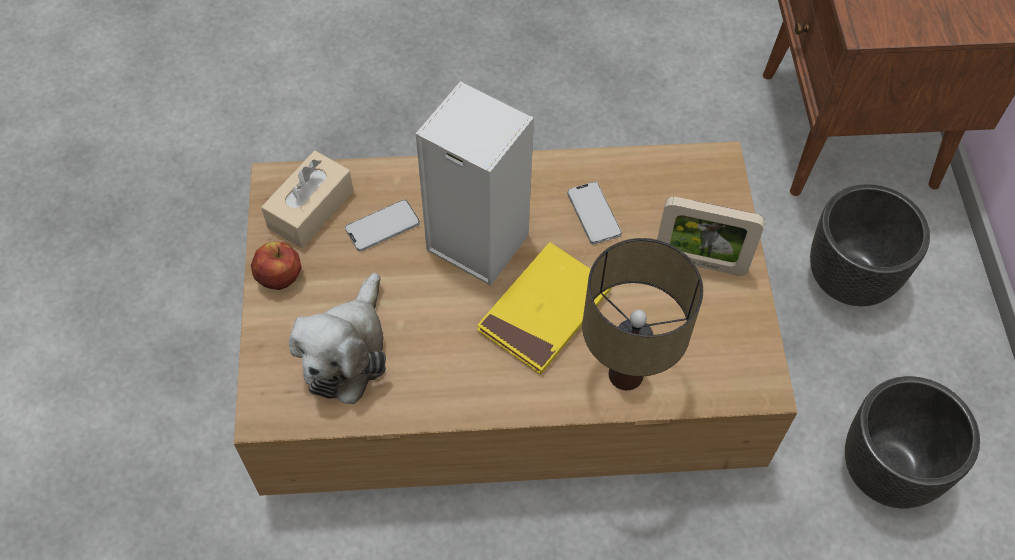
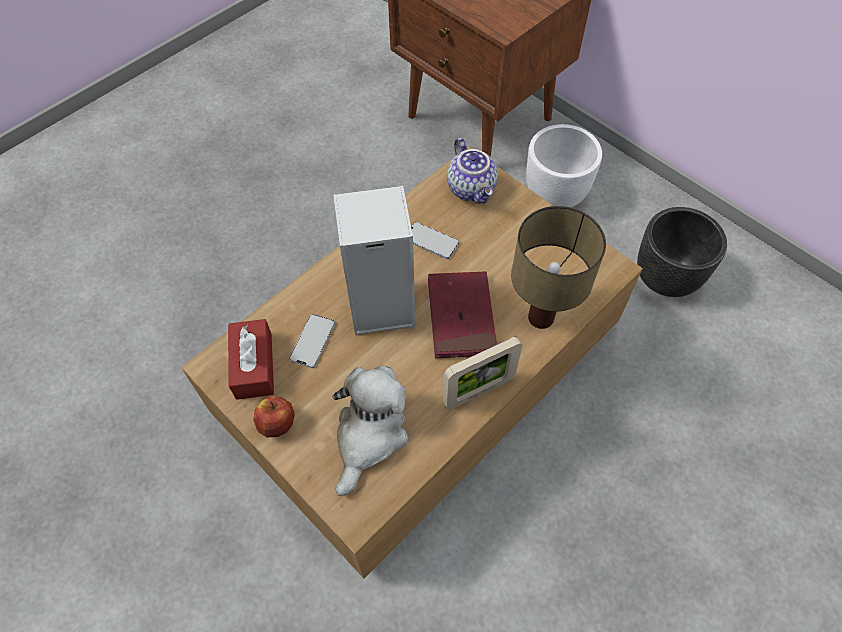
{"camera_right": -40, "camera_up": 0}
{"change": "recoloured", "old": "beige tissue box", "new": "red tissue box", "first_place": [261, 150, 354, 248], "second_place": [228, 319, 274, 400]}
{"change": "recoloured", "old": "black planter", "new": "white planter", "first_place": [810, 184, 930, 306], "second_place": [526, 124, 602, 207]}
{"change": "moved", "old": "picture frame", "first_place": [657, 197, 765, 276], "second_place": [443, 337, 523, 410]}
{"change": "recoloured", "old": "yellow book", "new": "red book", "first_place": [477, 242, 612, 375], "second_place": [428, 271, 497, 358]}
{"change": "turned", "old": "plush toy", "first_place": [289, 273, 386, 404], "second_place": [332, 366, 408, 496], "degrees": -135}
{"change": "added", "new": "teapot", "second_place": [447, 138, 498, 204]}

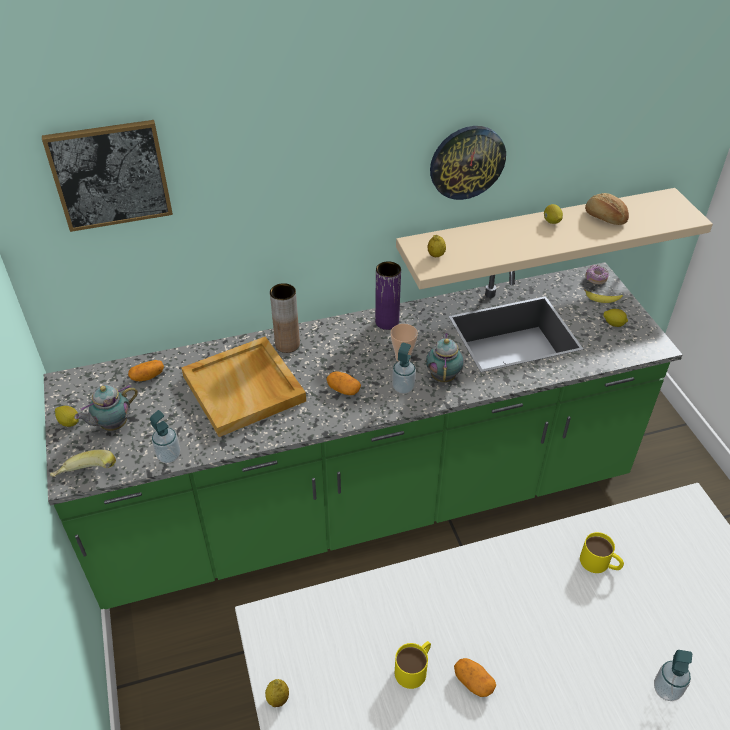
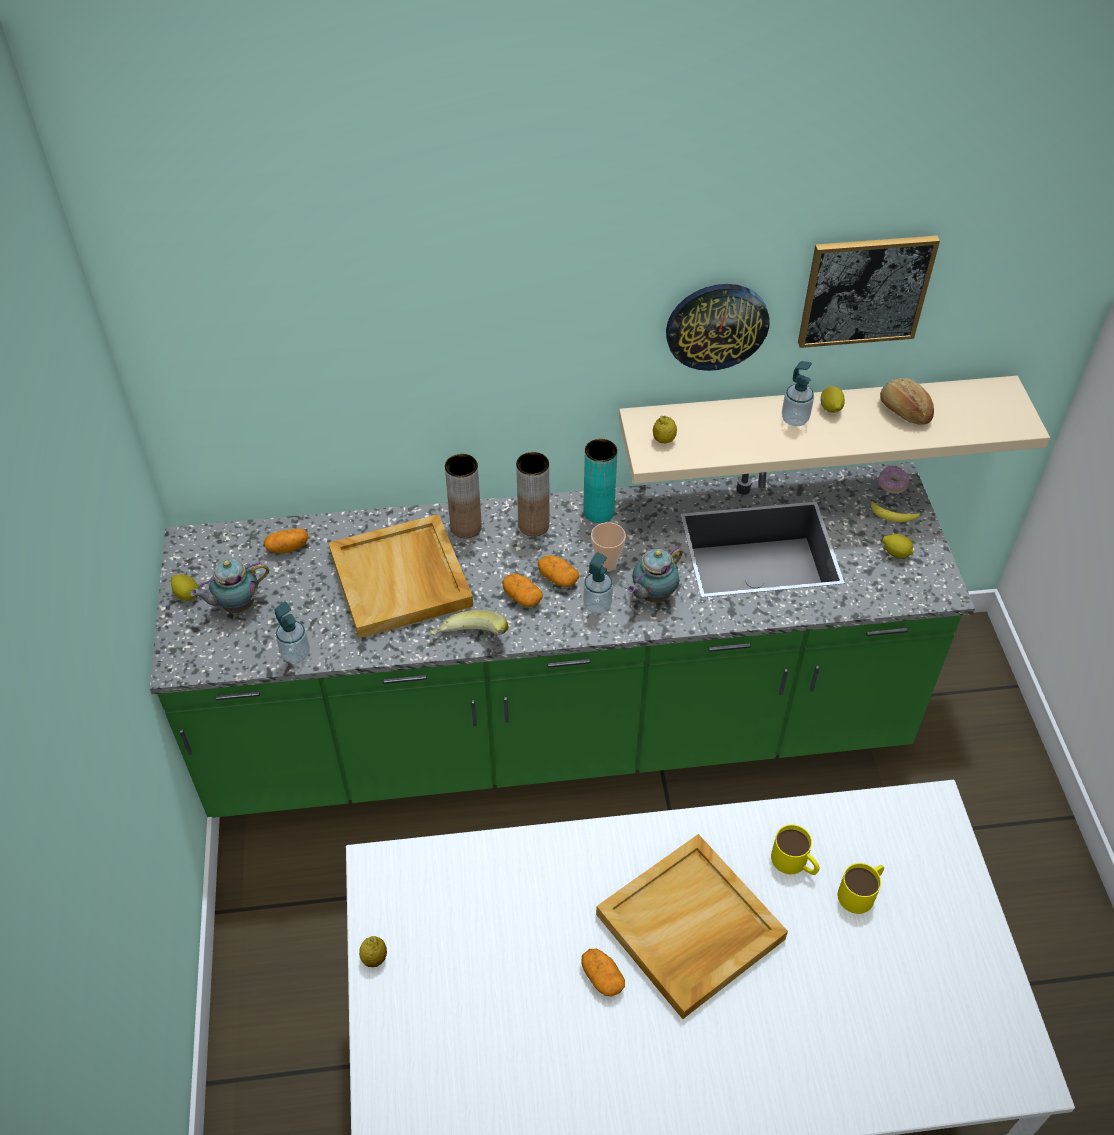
{"camera_right": 10, "camera_up": 5}
{"change": "moved", "old": "picture", "first_place": [42, 120, 173, 232], "second_place": [798, 235, 940, 348]}
{"change": "recoloured", "old": "purple vase", "new": "turquoise vase", "first_place": [375, 261, 401, 330], "second_place": [583, 439, 617, 523]}
{"change": "turned", "old": "teapot", "first_place": [426, 333, 464, 382], "second_place": [627, 545, 683, 603], "degrees": -150}
{"change": "moved", "old": "banana", "first_place": [50, 450, 116, 477], "second_place": [430, 610, 508, 635]}
{"change": "moved", "old": "yellow mug", "first_place": [395, 641, 431, 689], "second_place": [838, 863, 884, 914]}
{"change": "moved", "old": "soap dispenser", "first_place": [654, 650, 692, 701], "second_place": [782, 361, 814, 426]}
{"change": "added", "new": "brown vase", "second_place": [516, 452, 550, 536]}
{"change": "added", "new": "potato", "second_place": [538, 555, 579, 587]}
{"change": "added", "new": "beige tray", "second_place": [596, 834, 788, 1019]}

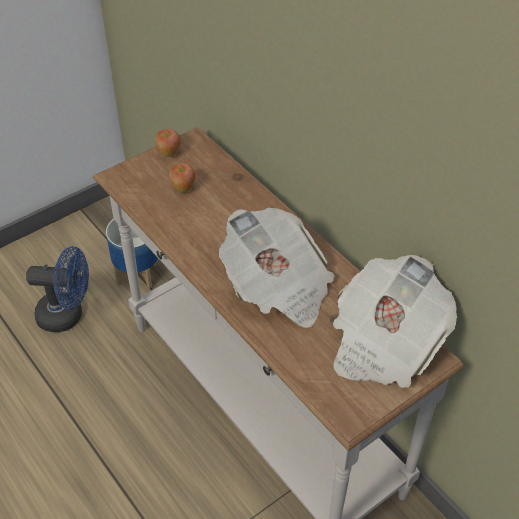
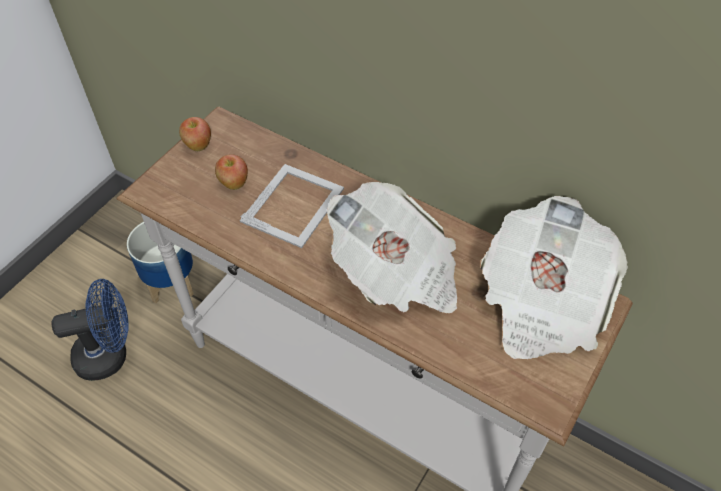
{"camera_right": -20, "camera_up": 5}
{"change": "added", "new": "picture frame", "second_place": [240, 164, 344, 248]}

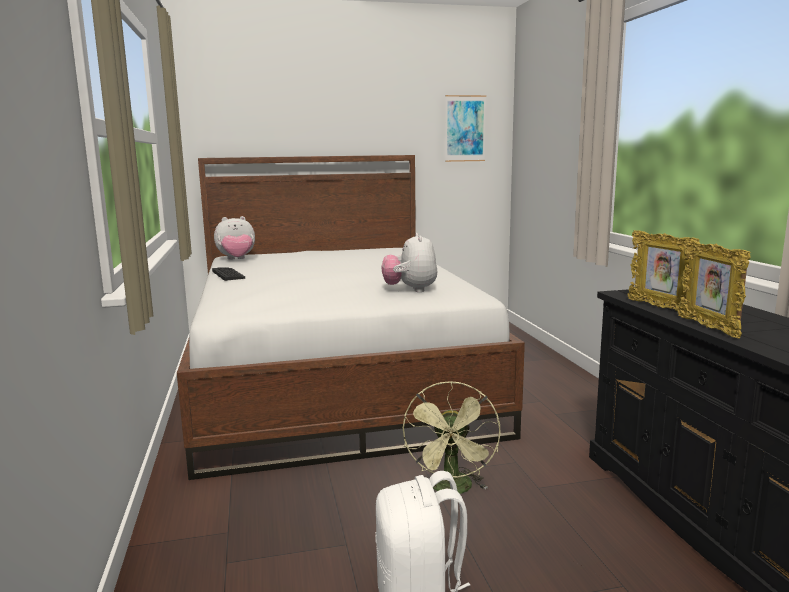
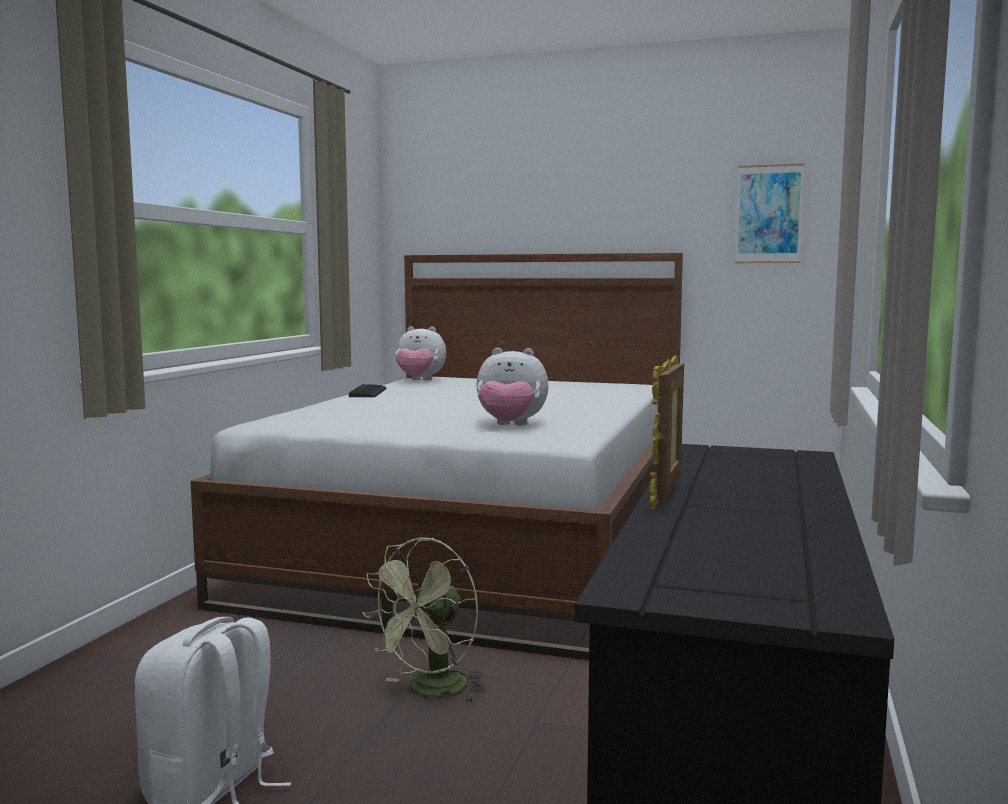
{"camera_right": 30, "camera_up": -5}
{"change": "removed", "old": "picture frame", "first_place": [628, 230, 700, 312]}
{"change": "turned", "old": "plush toy", "first_place": [382, 233, 437, 292], "second_place": [477, 348, 548, 426], "degrees": -105}

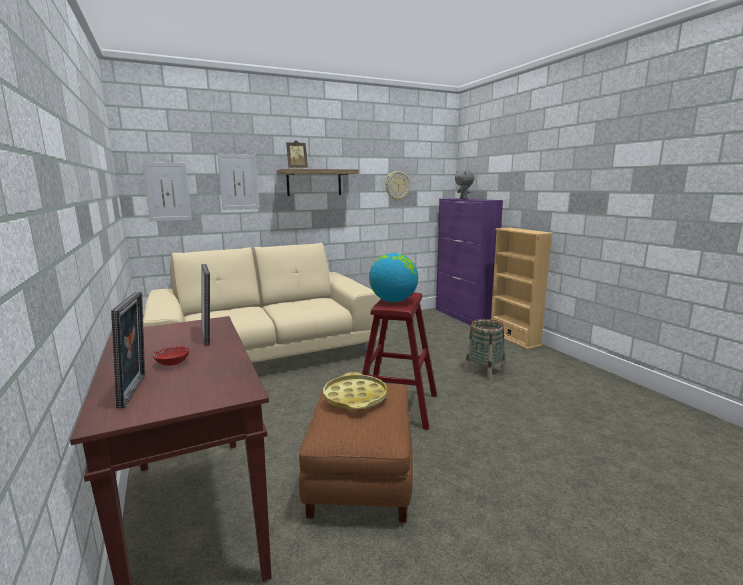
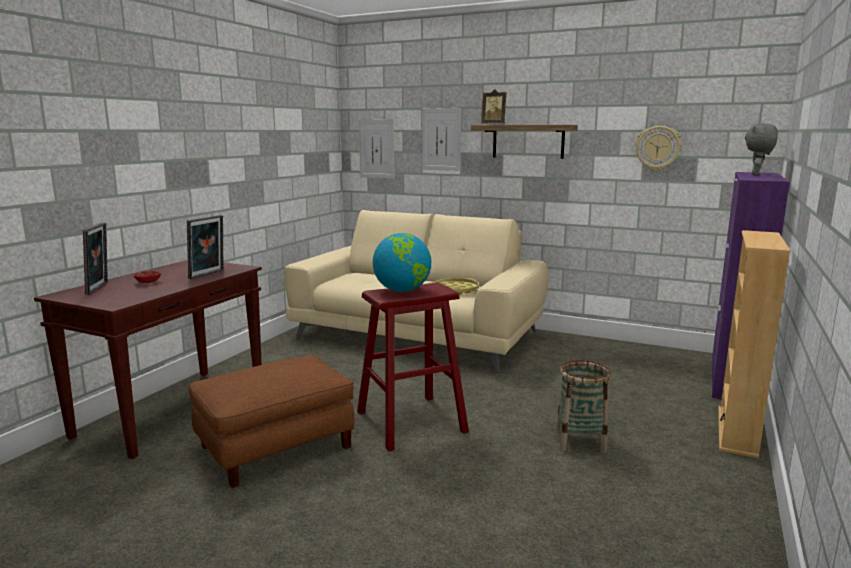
{"camera_right": 50, "camera_up": 0}
{"change": "turned", "old": "picture frame", "first_place": [111, 292, 145, 409], "second_place": [83, 223, 108, 295], "degrees": -45}
{"change": "moved", "old": "yellow tray", "first_place": [323, 372, 387, 410], "second_place": [434, 278, 479, 295]}

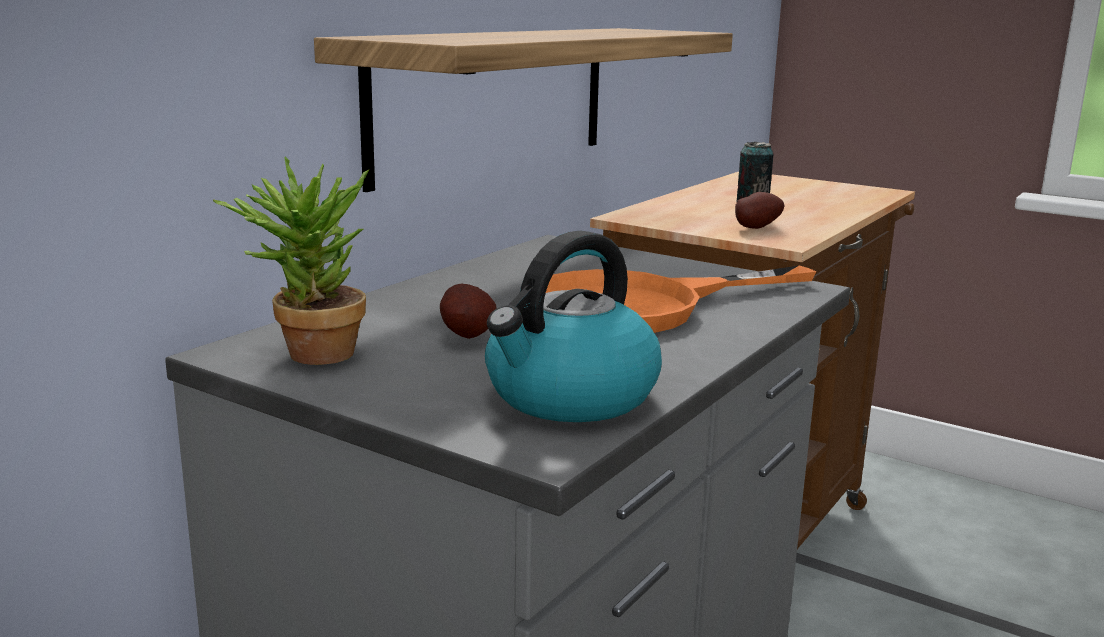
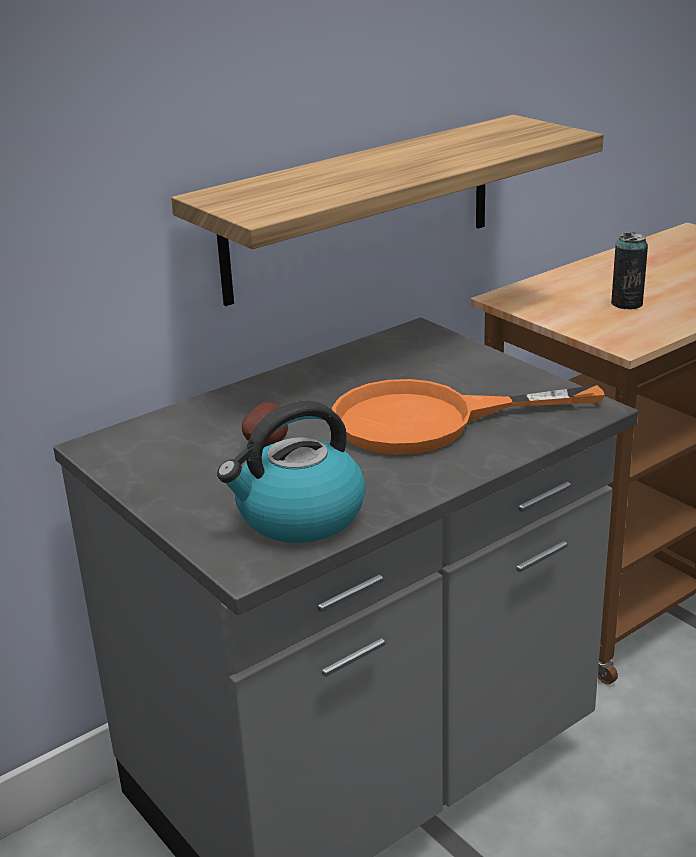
{"camera_right": 20, "camera_up": 10}
{"change": "removed", "old": "potted plant", "first_place": [213, 157, 370, 365]}
{"change": "removed", "old": "potato", "first_place": [735, 192, 785, 229]}

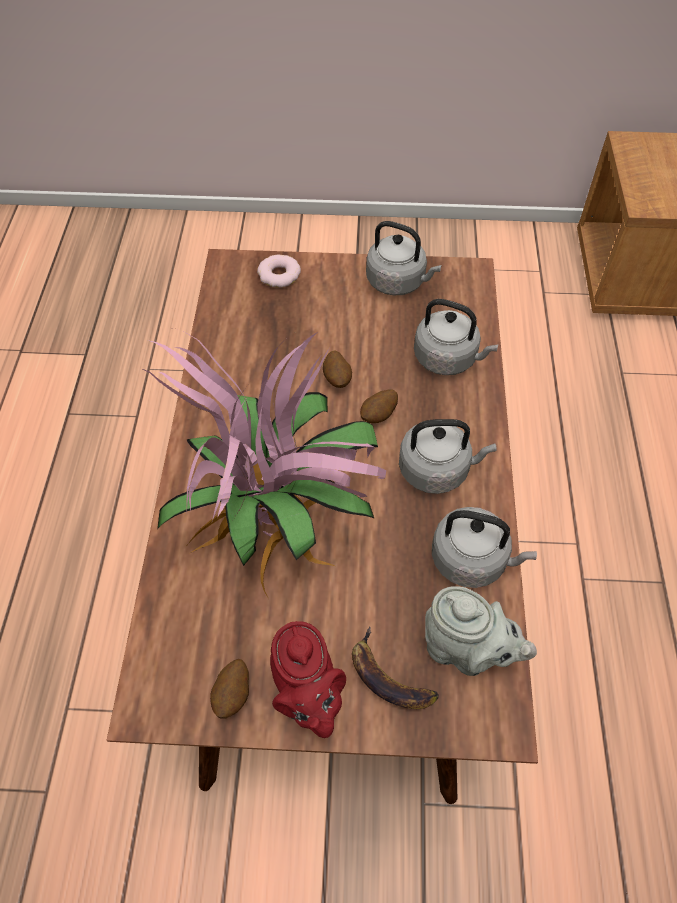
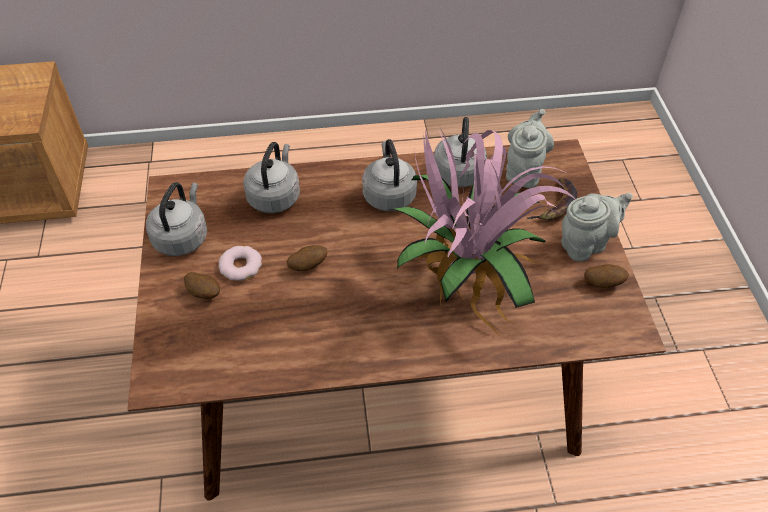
{"camera_right": -100, "camera_up": -5}
{"change": "moved", "old": "donut", "first_place": [257, 255, 301, 288], "second_place": [219, 246, 262, 281]}
{"change": "moved", "old": "potato", "first_place": [360, 389, 398, 423], "second_place": [184, 272, 220, 299]}
{"change": "recoloured", "old": "red teapot", "new": "grey teapot", "first_place": [270, 621, 346, 738], "second_place": [561, 193, 633, 262]}

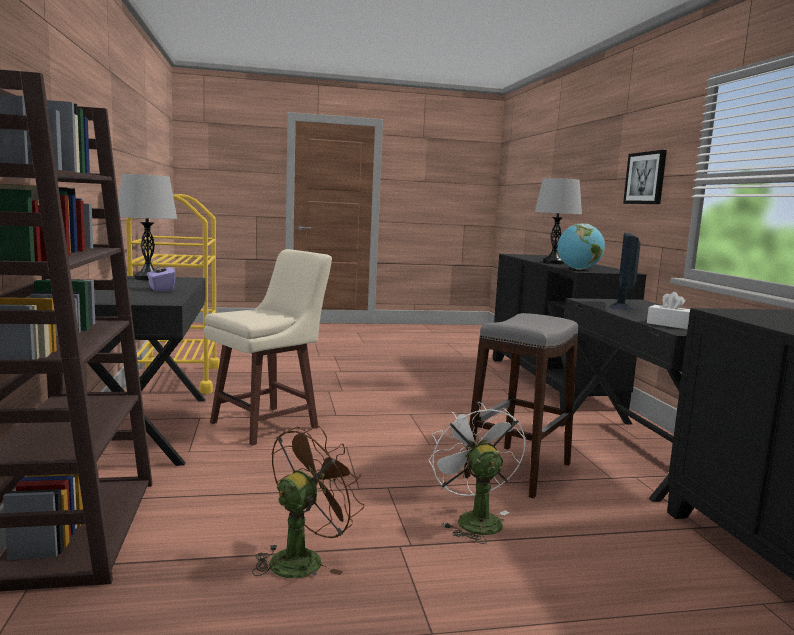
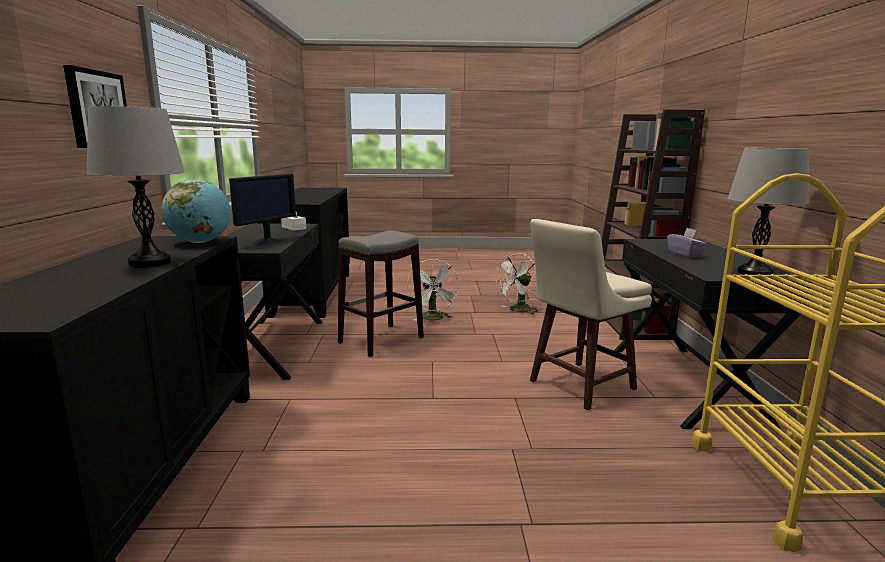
{"camera_right": -170, "camera_up": 5}
{"change": "recoloured", "old": "brown fan", "new": "white fan", "first_place": [252, 425, 364, 578], "second_place": [495, 253, 539, 314]}

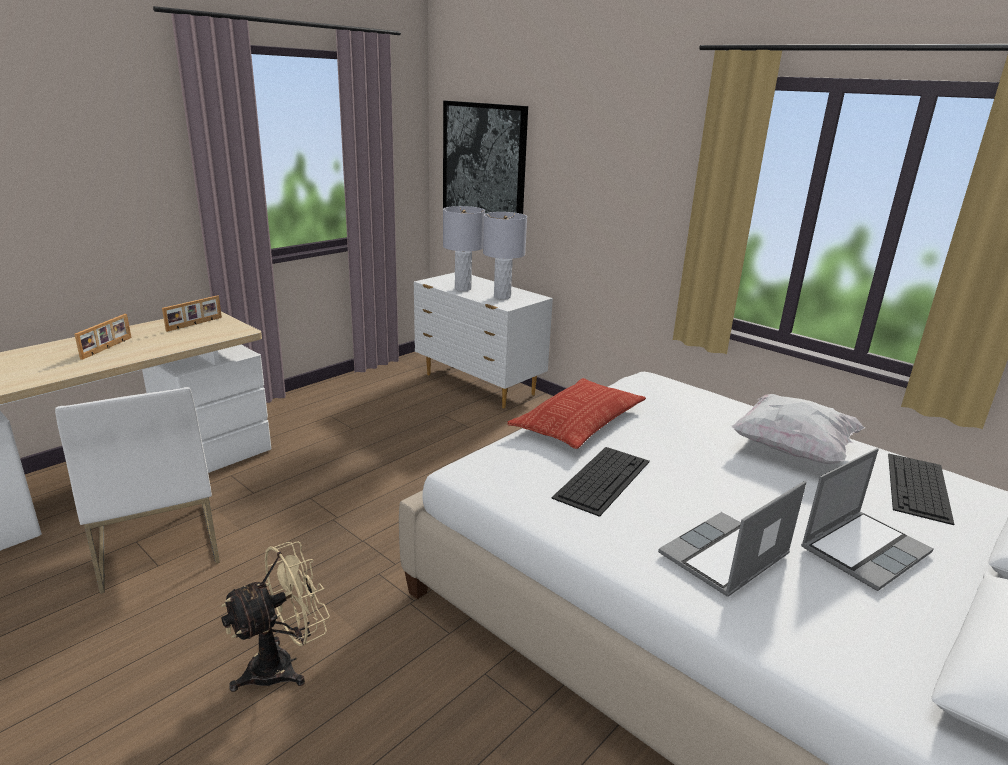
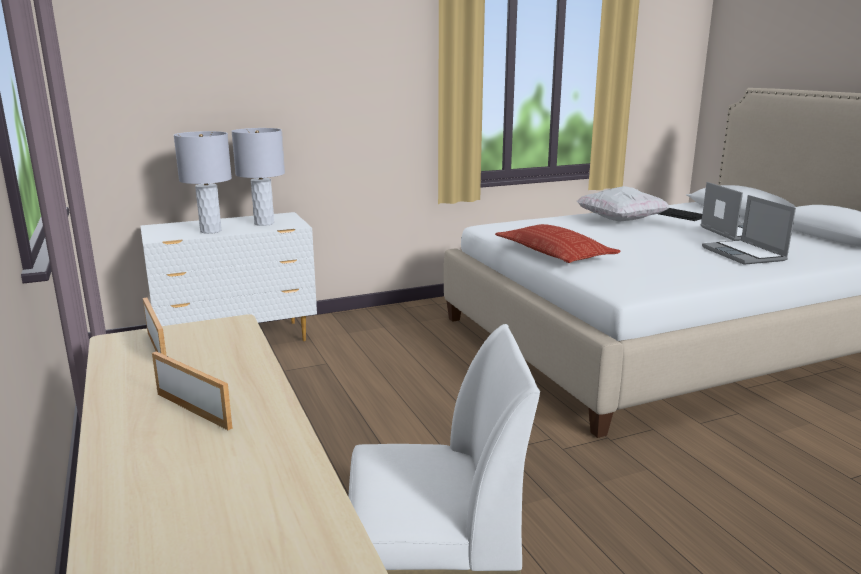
{"camera_right": -65, "camera_up": -5}
{"change": "removed", "old": "picture", "first_place": [443, 101, 528, 214]}
{"change": "removed", "old": "keyboard", "first_place": [551, 447, 650, 517]}
{"change": "removed", "old": "beige fan", "first_place": [221, 541, 330, 692]}

